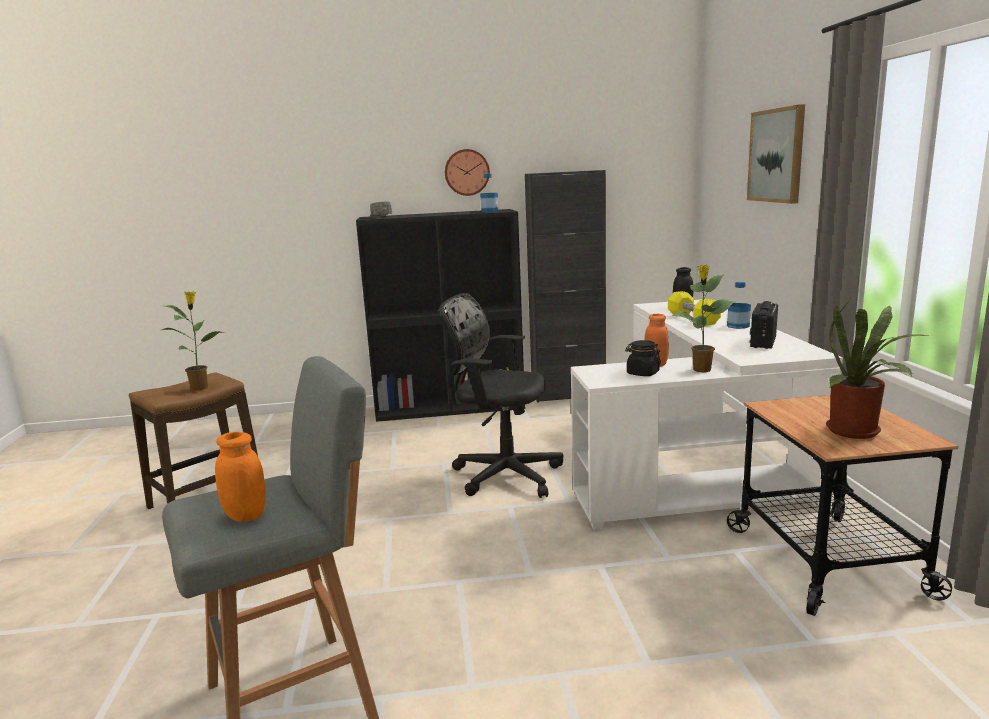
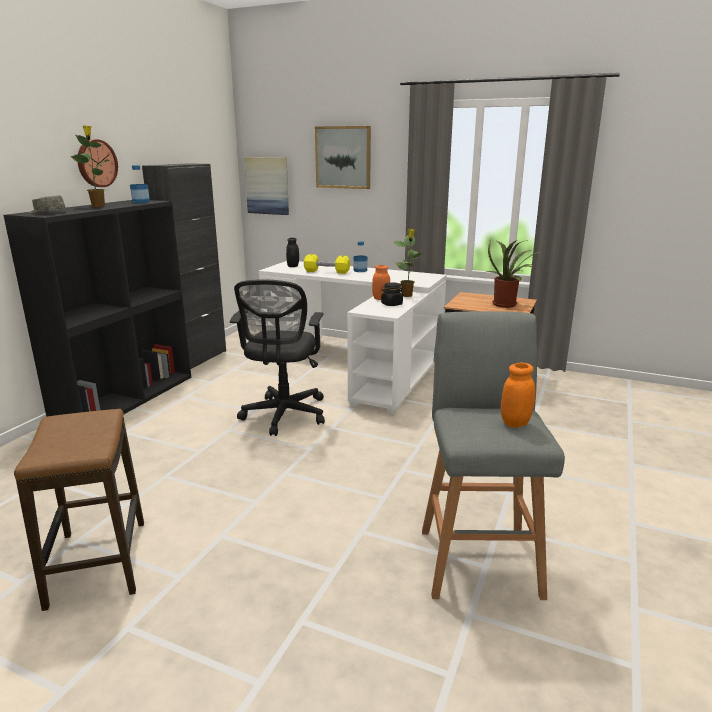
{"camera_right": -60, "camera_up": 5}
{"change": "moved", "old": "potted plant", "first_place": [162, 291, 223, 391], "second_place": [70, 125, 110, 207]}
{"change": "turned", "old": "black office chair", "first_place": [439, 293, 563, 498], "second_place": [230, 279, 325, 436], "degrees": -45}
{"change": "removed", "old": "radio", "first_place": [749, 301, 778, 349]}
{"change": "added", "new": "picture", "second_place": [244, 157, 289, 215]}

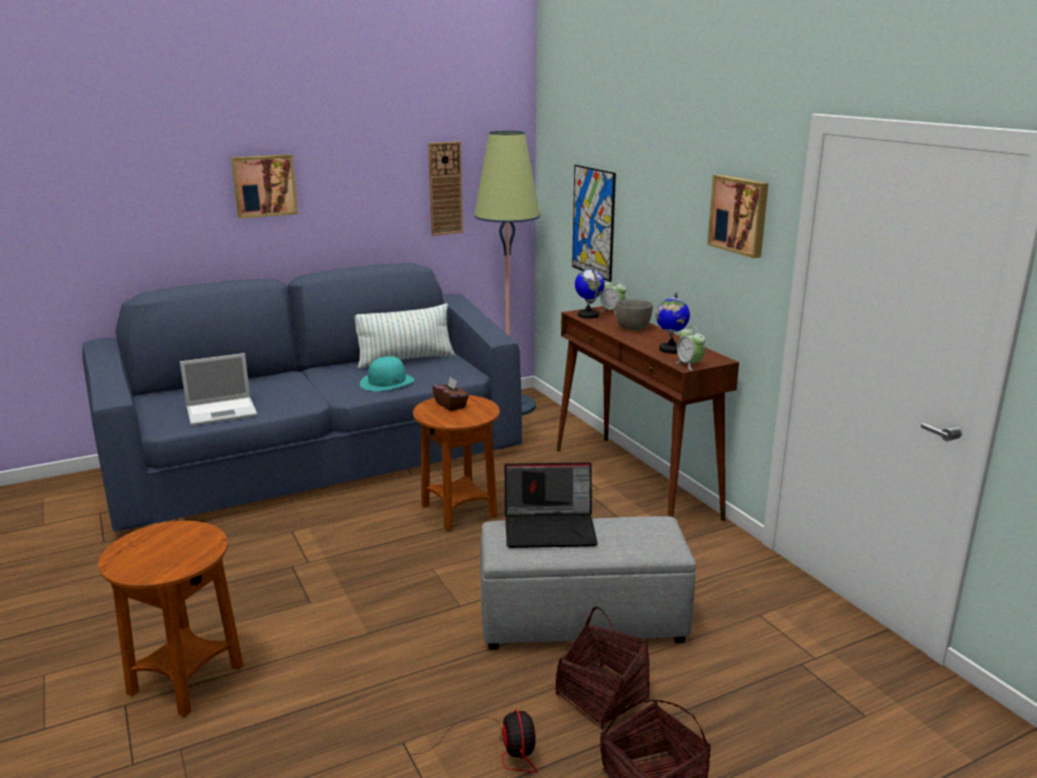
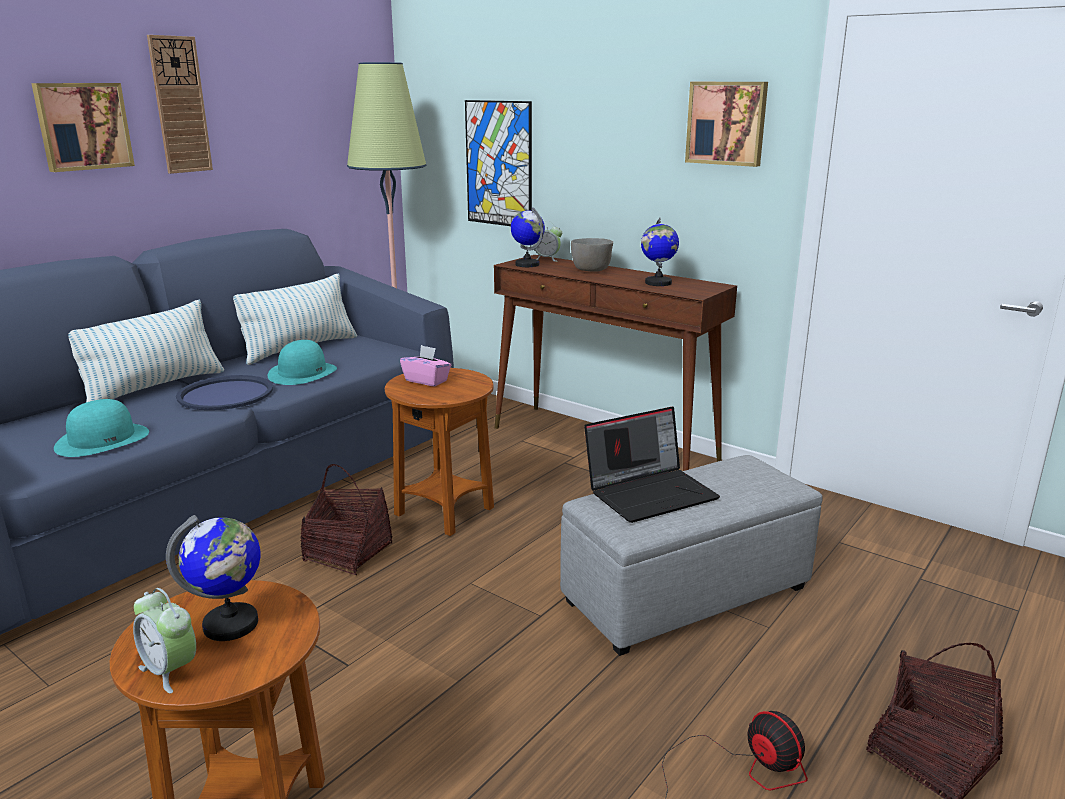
{"camera_right": -25, "camera_up": 0}
{"change": "moved", "old": "wall clock", "first_place": [428, 141, 463, 236], "second_place": [147, 35, 213, 174]}
{"change": "moved", "old": "alarm clock", "first_place": [676, 326, 705, 370], "second_place": [133, 588, 196, 693]}
{"change": "replaced", "old": "laptop", "new": "turquoise hat", "first_place": [180, 353, 257, 426], "second_place": [54, 399, 149, 457]}
{"change": "recoloured", "old": "brown tissue box", "new": "pink tissue box", "first_place": [432, 377, 469, 411], "second_place": [400, 345, 451, 387]}
{"change": "moved", "old": "basket", "first_place": [556, 607, 650, 730], "second_place": [301, 464, 393, 575]}
{"change": "added", "new": "pillow", "second_place": [68, 299, 224, 402]}
{"change": "added", "new": "blue tray", "second_place": [176, 375, 273, 410]}
{"change": "added", "new": "globe", "second_place": [166, 515, 260, 641]}

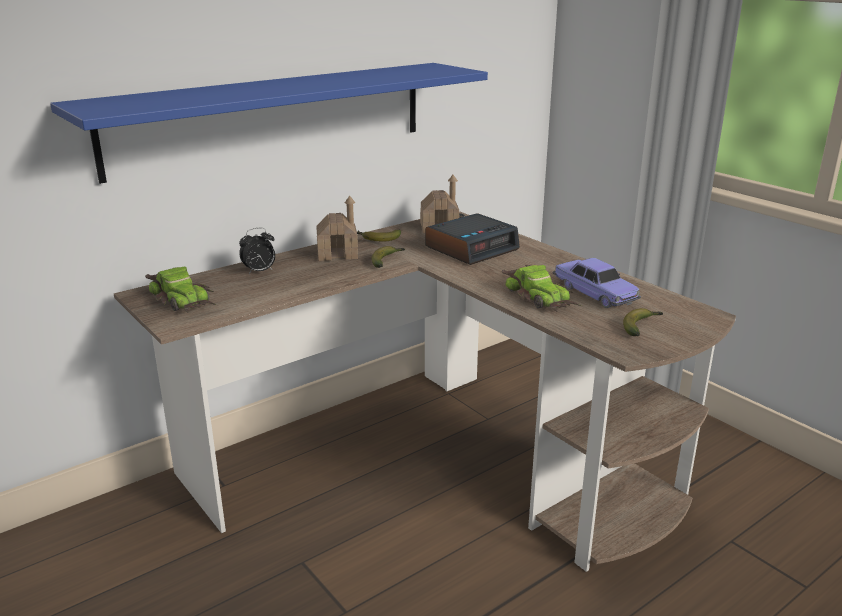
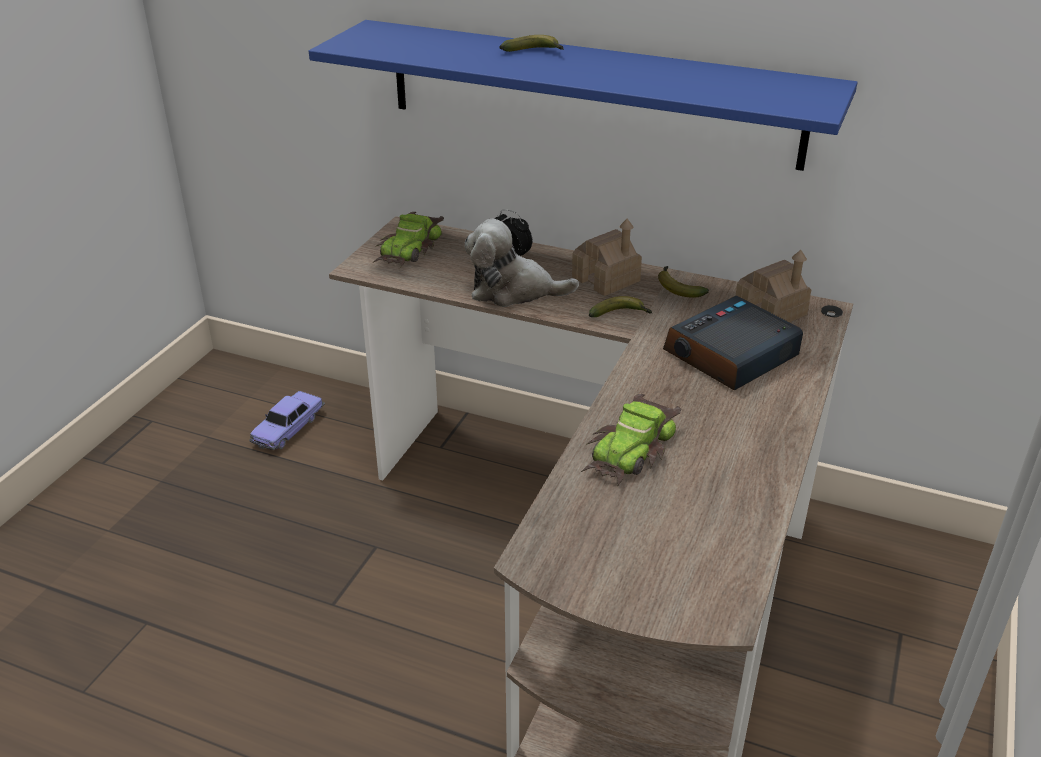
{"camera_right": 60, "camera_up": 10}
{"change": "turned", "old": "alarm clock", "first_place": [425, 213, 520, 265], "second_place": [663, 296, 803, 391], "degrees": 120}
{"change": "moved", "old": "toy car", "first_place": [552, 258, 641, 308], "second_place": [249, 391, 325, 450]}
{"change": "moved", "old": "banana", "first_place": [623, 308, 663, 336], "second_place": [499, 35, 564, 52]}
{"change": "added", "new": "plush toy", "second_place": [465, 219, 579, 307]}

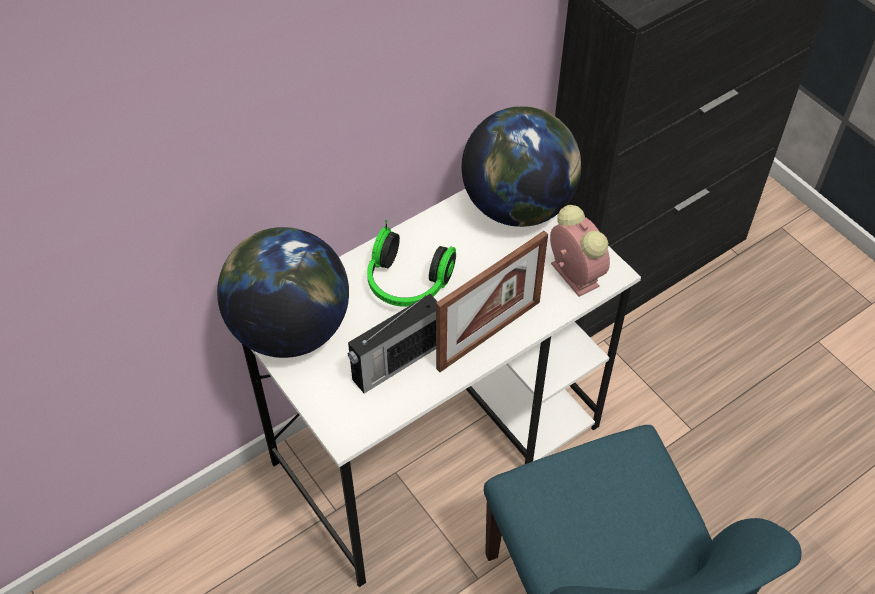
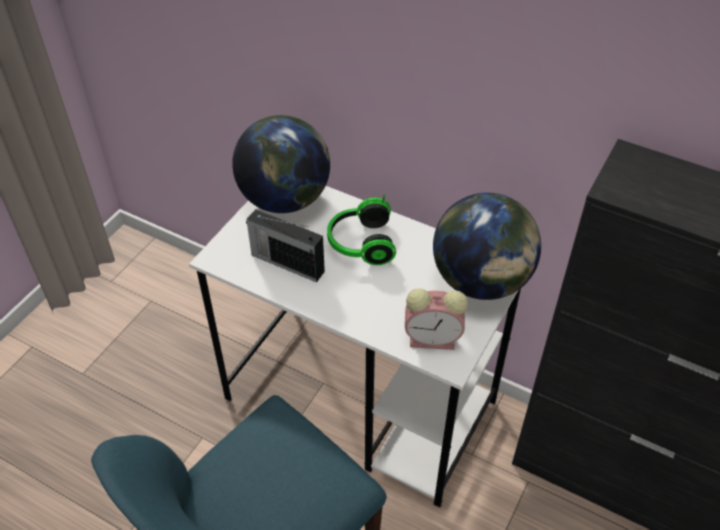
{"camera_right": 65, "camera_up": -5}
{"change": "turned", "old": "alarm clock", "first_place": [550, 205, 610, 297], "second_place": [405, 288, 468, 350], "degrees": 60}
{"change": "removed", "old": "picture frame", "first_place": [436, 231, 548, 372]}

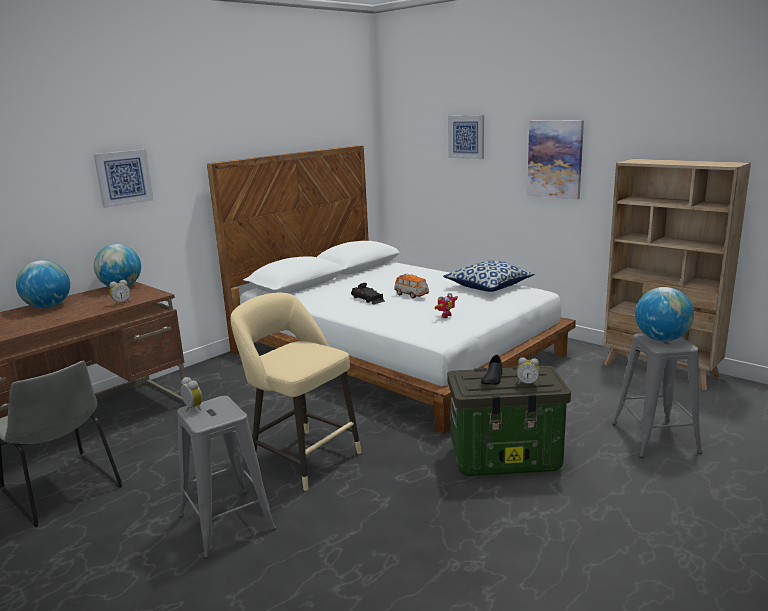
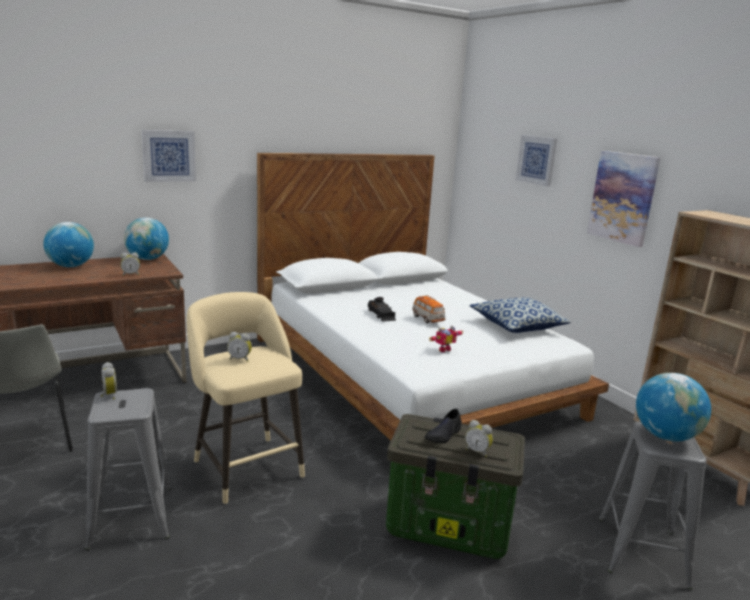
{"camera_right": 15, "camera_up": 0}
{"change": "added", "new": "alarm clock", "second_place": [227, 332, 252, 362]}

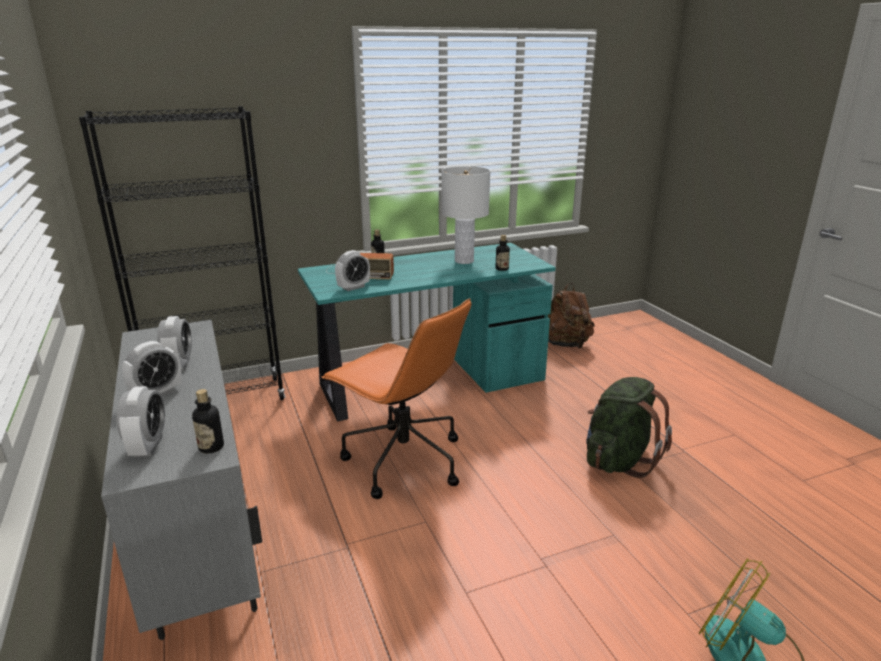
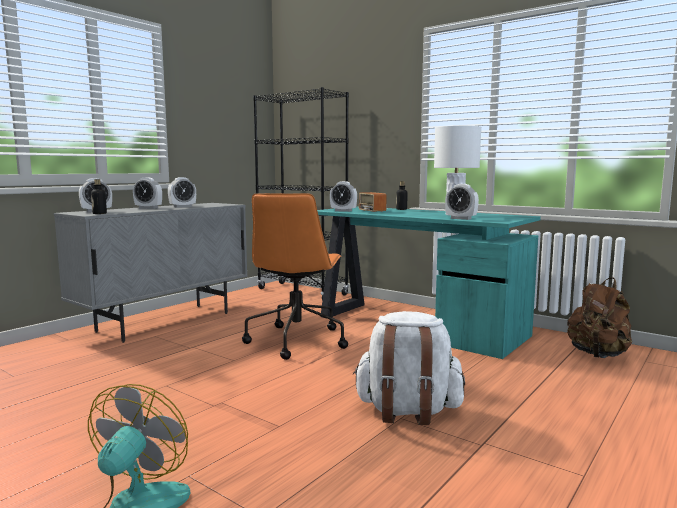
{"camera_right": 60, "camera_up": -15}
{"change": "replaced", "old": "bottle", "new": "alarm clock", "first_place": [496, 235, 510, 271], "second_place": [445, 184, 479, 220]}
{"change": "recoloured", "old": "green backpack", "new": "white backpack", "first_place": [586, 377, 672, 478], "second_place": [353, 311, 465, 425]}

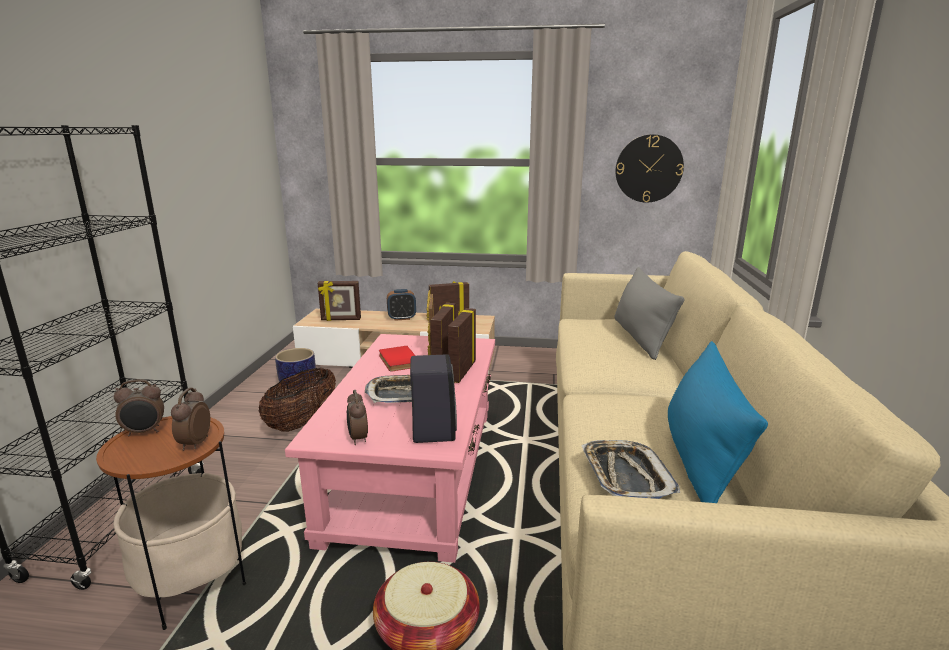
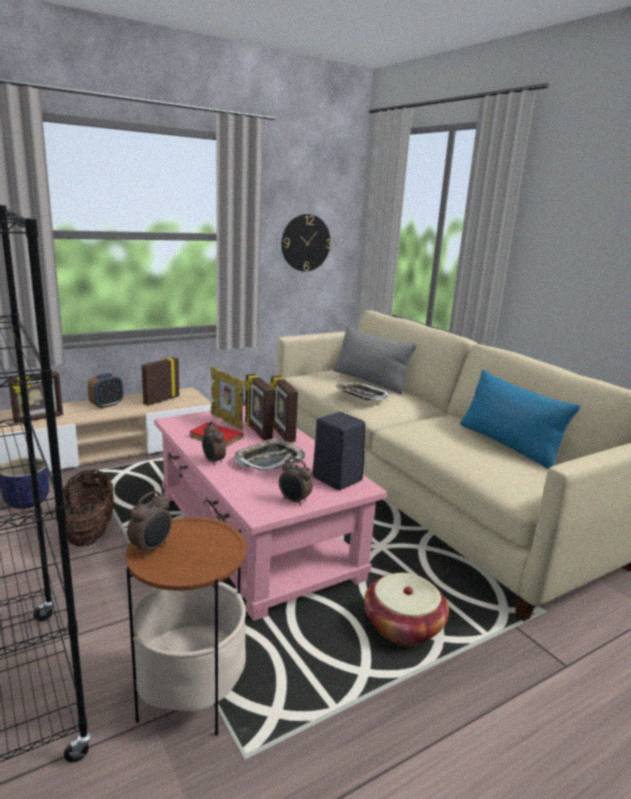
{"camera_right": -40, "camera_up": 0}
{"change": "moved", "old": "alarm clock", "first_place": [171, 388, 210, 451], "second_place": [202, 422, 226, 466]}
{"change": "moved", "old": "tray", "first_place": [581, 440, 680, 499], "second_place": [335, 382, 391, 400]}

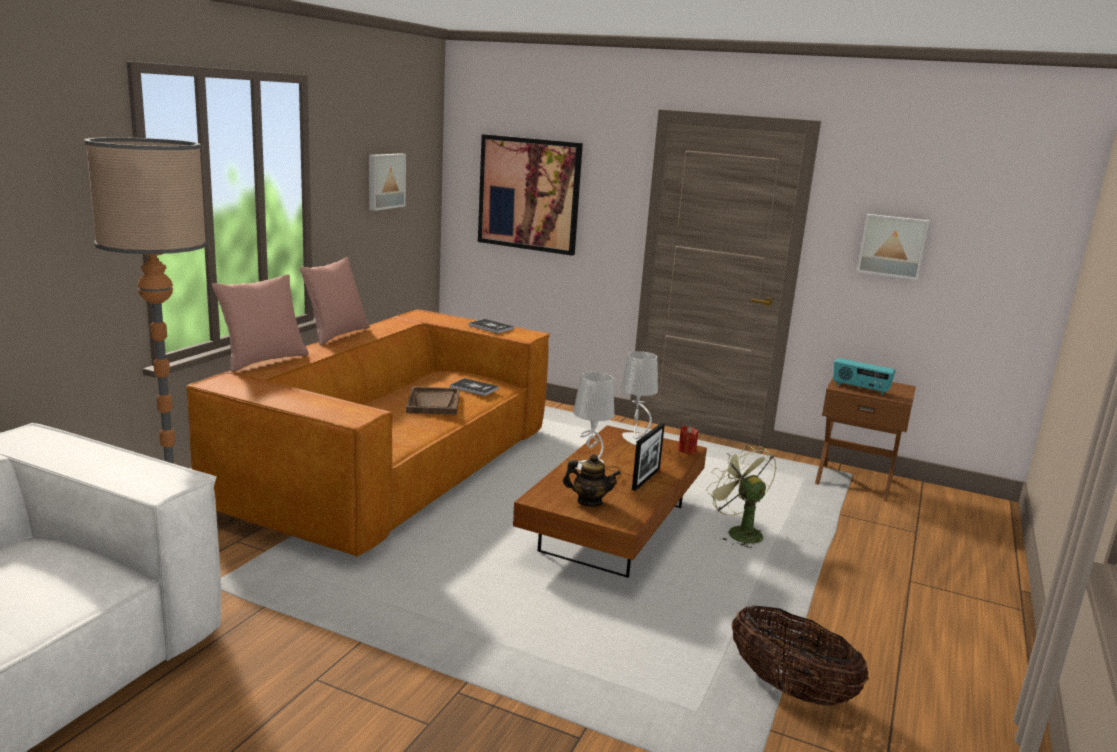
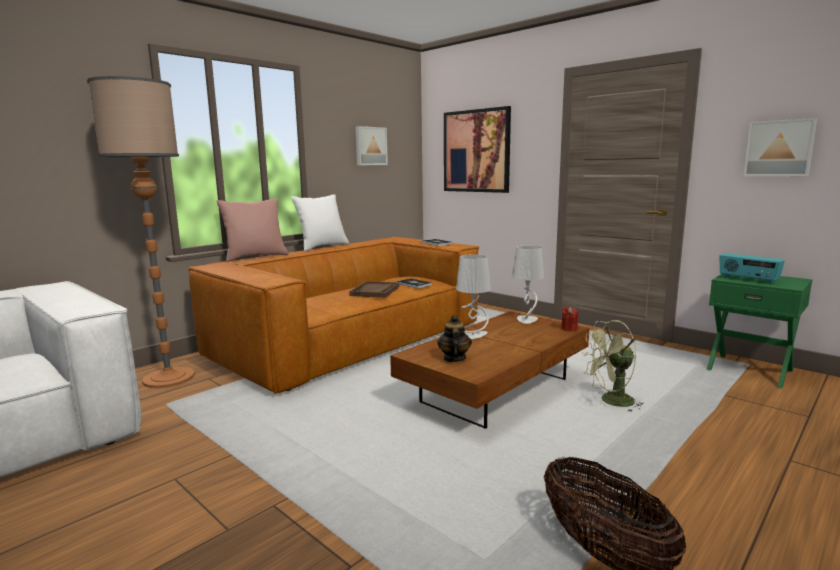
{"camera_right": 20, "camera_up": -5}
{"change": "recoloured", "old": "pink pillow", "new": "white pillow", "first_place": [300, 257, 370, 345], "second_place": [291, 194, 349, 251]}
{"change": "recoloured", "old": "brown nightstand", "new": "green nightstand", "first_place": [815, 378, 916, 502], "second_place": [706, 274, 812, 389]}
{"change": "removed", "old": "picture frame", "first_place": [632, 423, 665, 491]}
{"change": "turned", "old": "green fan", "first_place": [706, 444, 776, 548], "second_place": [582, 320, 644, 411], "degrees": -90}
{"change": "turned", "old": "teapot", "first_place": [563, 454, 621, 507], "second_place": [437, 315, 472, 362], "degrees": -120}

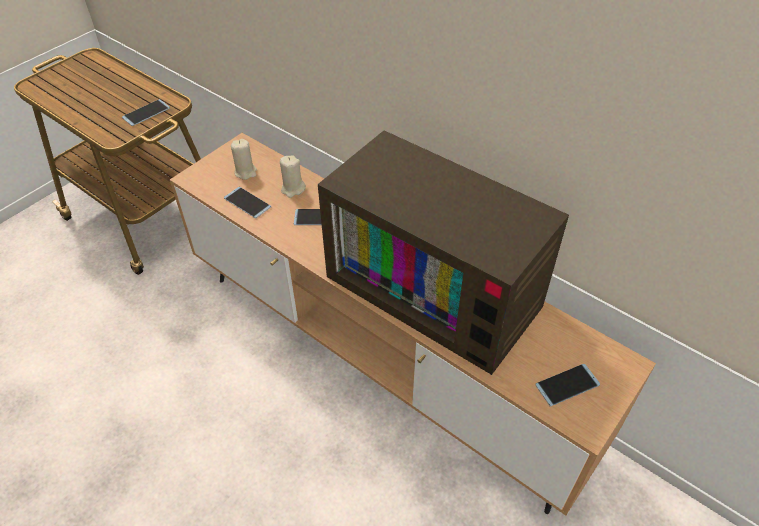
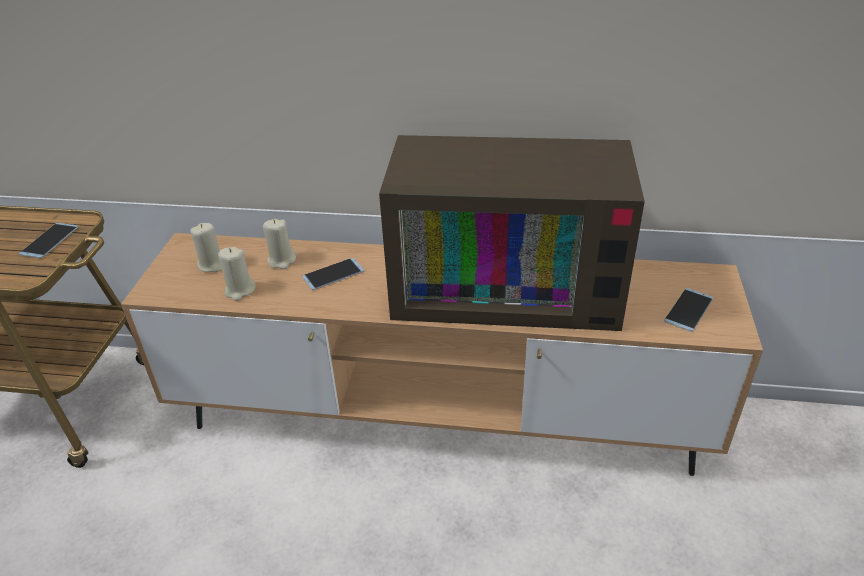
{"camera_right": -30, "camera_up": -10}
{"change": "replaced", "old": "phone", "new": "beige candle", "first_place": [224, 187, 272, 218], "second_place": [218, 247, 256, 301]}

